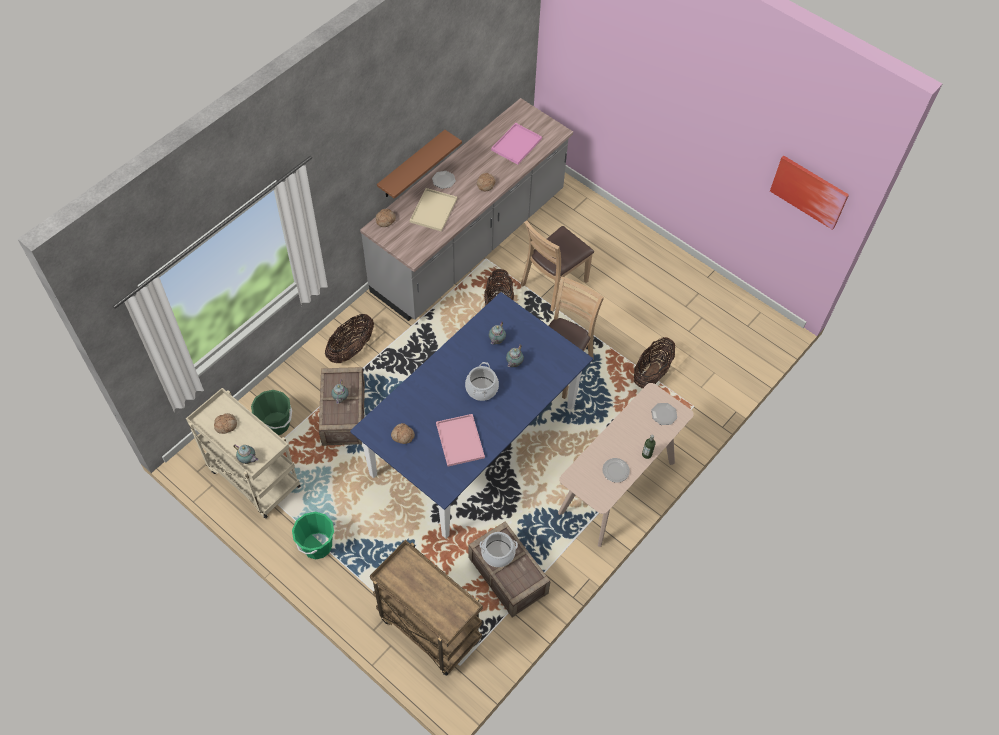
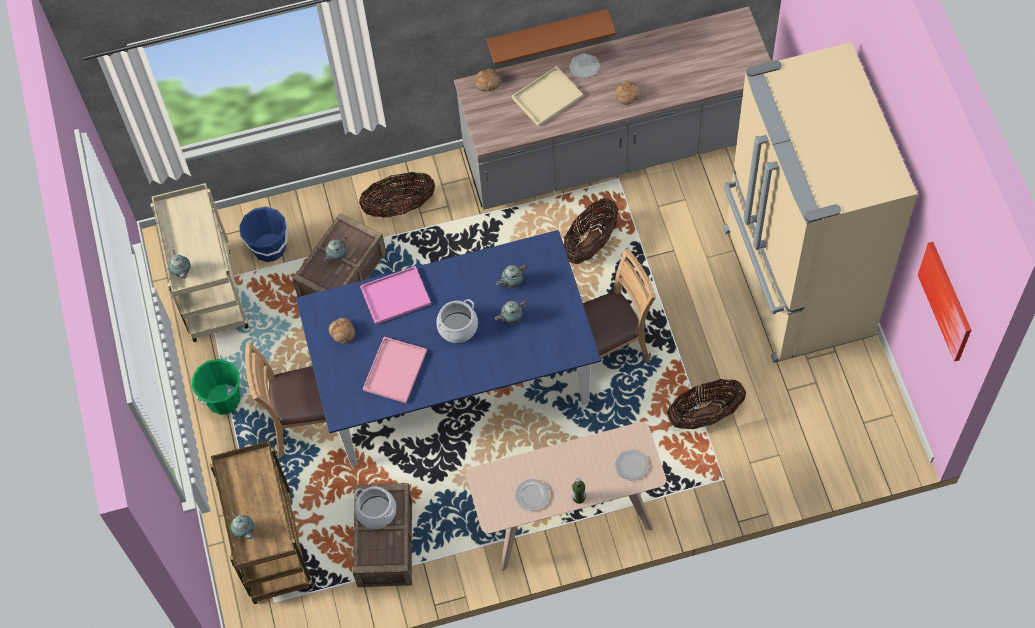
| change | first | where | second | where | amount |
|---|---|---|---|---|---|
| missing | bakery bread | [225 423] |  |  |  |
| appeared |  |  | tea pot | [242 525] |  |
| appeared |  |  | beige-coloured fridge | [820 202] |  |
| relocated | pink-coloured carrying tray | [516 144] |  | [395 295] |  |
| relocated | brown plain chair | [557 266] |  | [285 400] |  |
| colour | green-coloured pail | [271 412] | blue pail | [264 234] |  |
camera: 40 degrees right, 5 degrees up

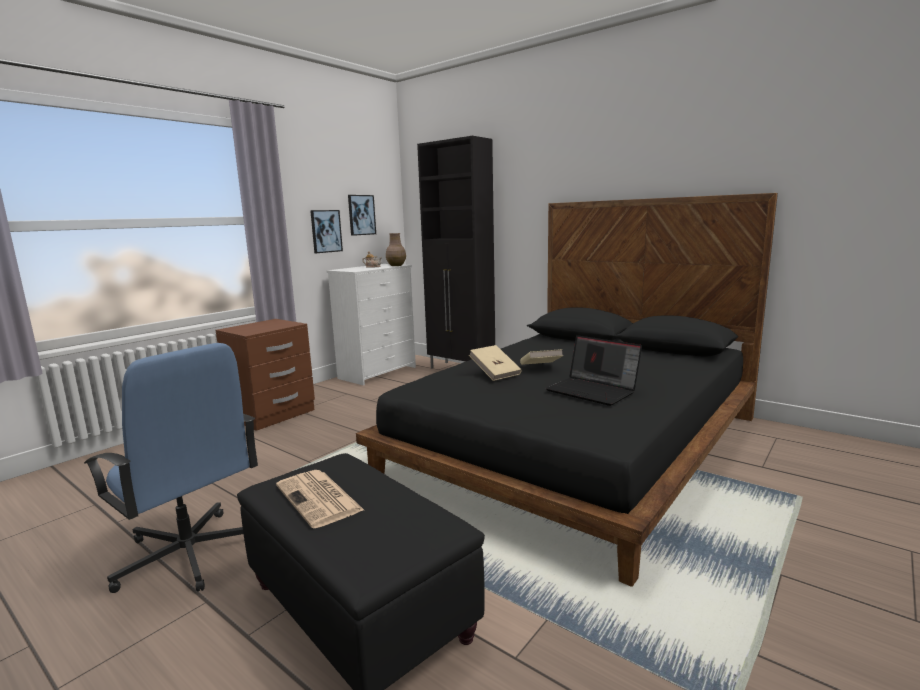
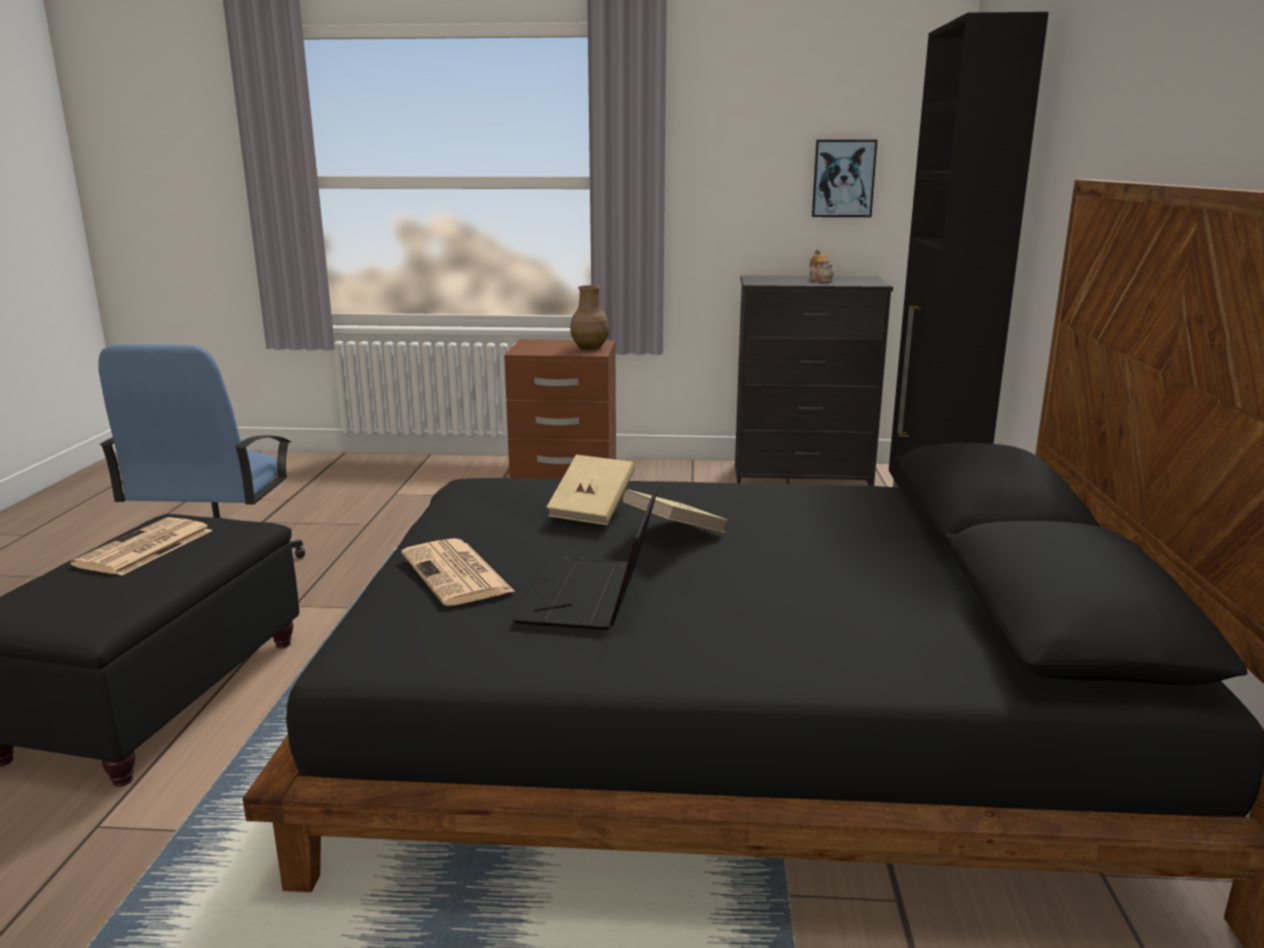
| change | first | where | second | where | amount |
|---|---|---|---|---|---|
| missing | wall art | [326 231] |  |  |  |
| appeared |  |  | daily paper | [458 572] |  |
| relocated | brown flower vase | [396 249] |  | [589 317] |  |
| colour | whitish dresser | [371 324] | black-coloured dresser | [814 380] |  |
camera: 55 degrees right, 5 degrees up

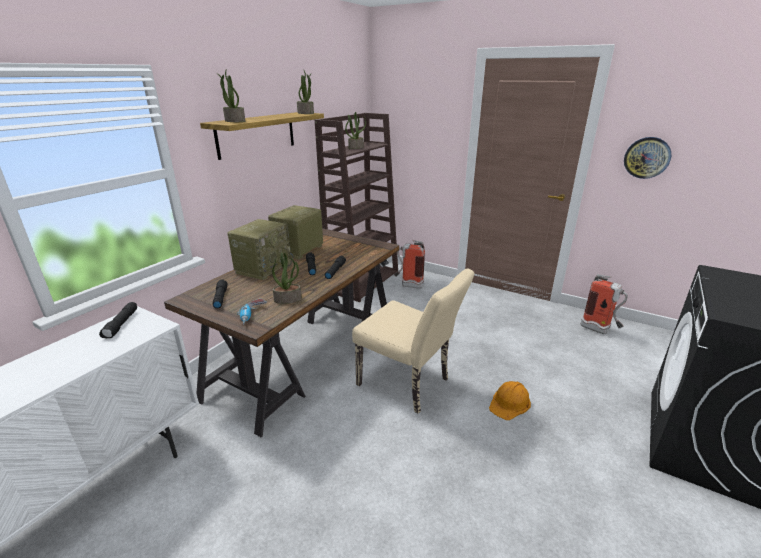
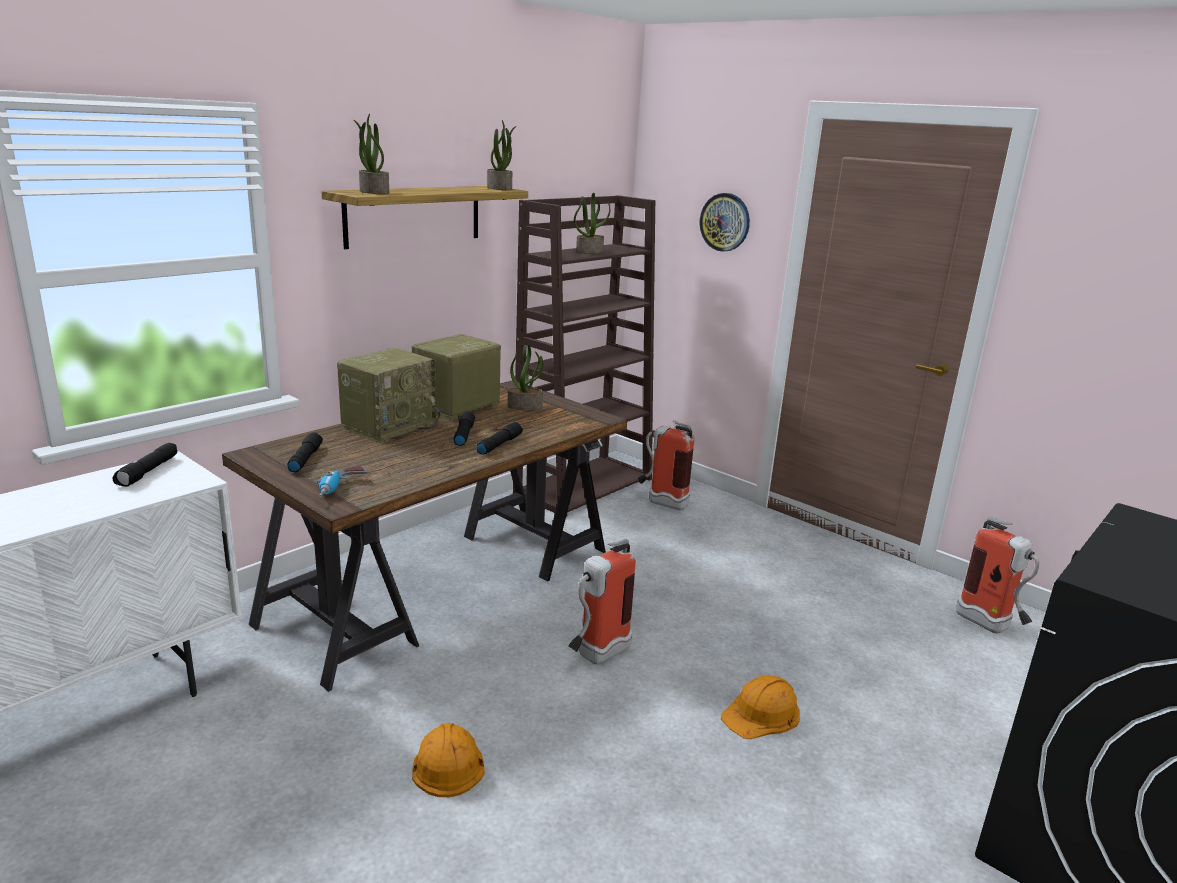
| change | first | where | second | where | amount |
|---|---|---|---|---|---|
| appeared |  |  | orangey work helmet | [448 760] |  |
| relocated | plant in a pot | [287 278] |  | [525 377] |  |
| relocated | hanging clock | [647 158] |  | [725 222] |  |
| exchanged | beige-coloured plain chair | [413 341] | fire extinguisher | [602 602] |  |
camera: 10 degrees right, 5 degrees down

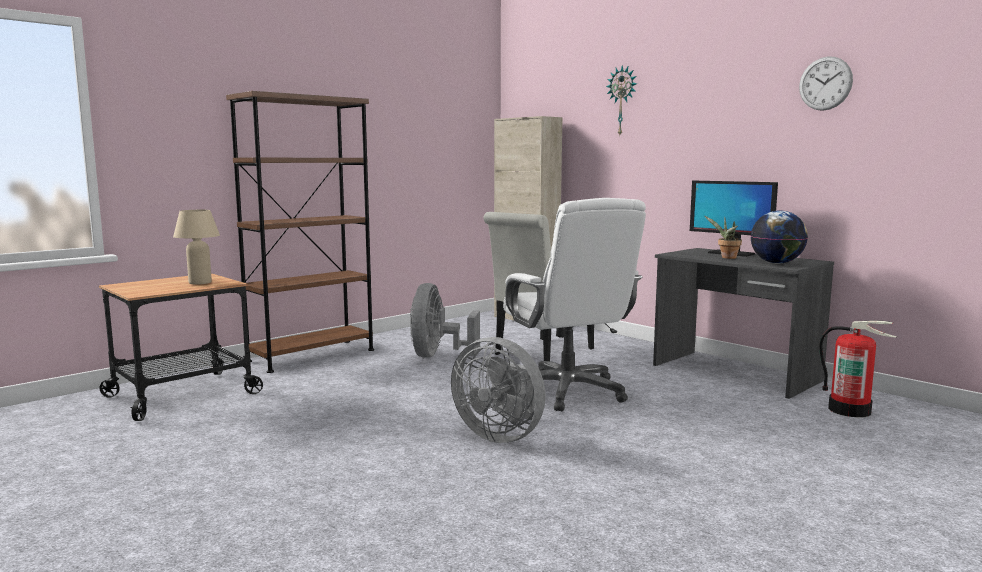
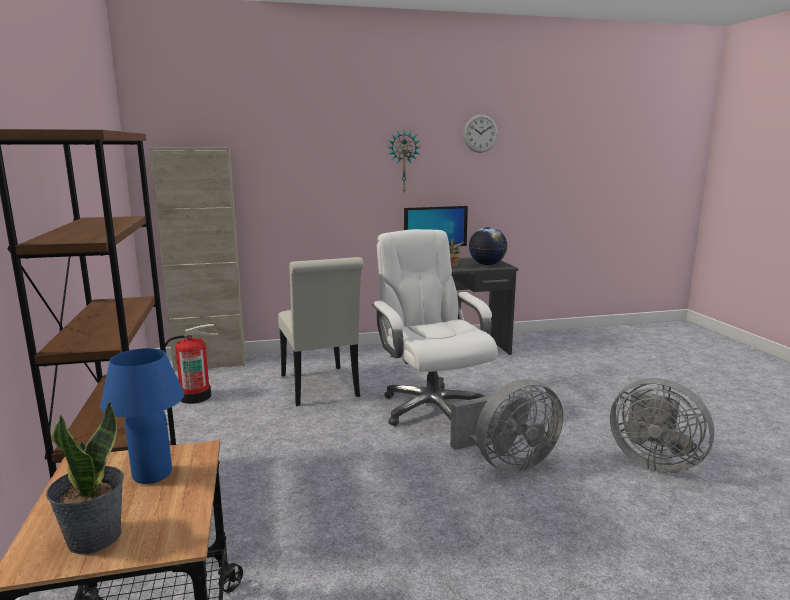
| change | first | where | second | where | amount |
|---|---|---|---|---|---|
| appeared |  |  | plant in a pot | [85 477] |  |
| relocated | grey cooling fan | [445 320] |  | [662 425] |  |
| relocated | hanging clock | [621 100] |  | [404 160] |  |
| relocated | fire extinguisher | [858 368] |  | [192 364] |  |
| colour | beige-coloured tabletop lamp | [196 247] | blue tabletop lamp | [142 416] |  |
| spun | whitish desk chair | [574 304] |  | [435 327] | 120 degrees counterclockwise |
camera: 60 degrees left, 5 degrees up

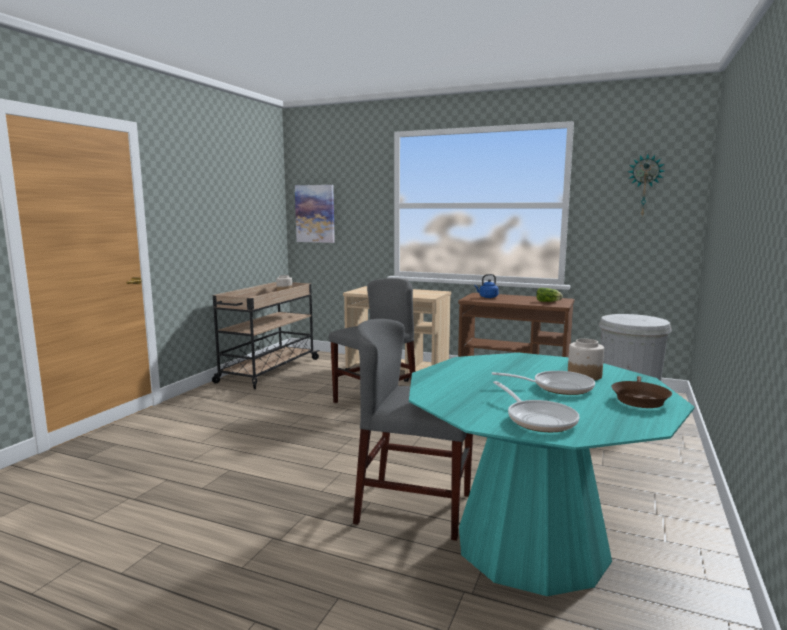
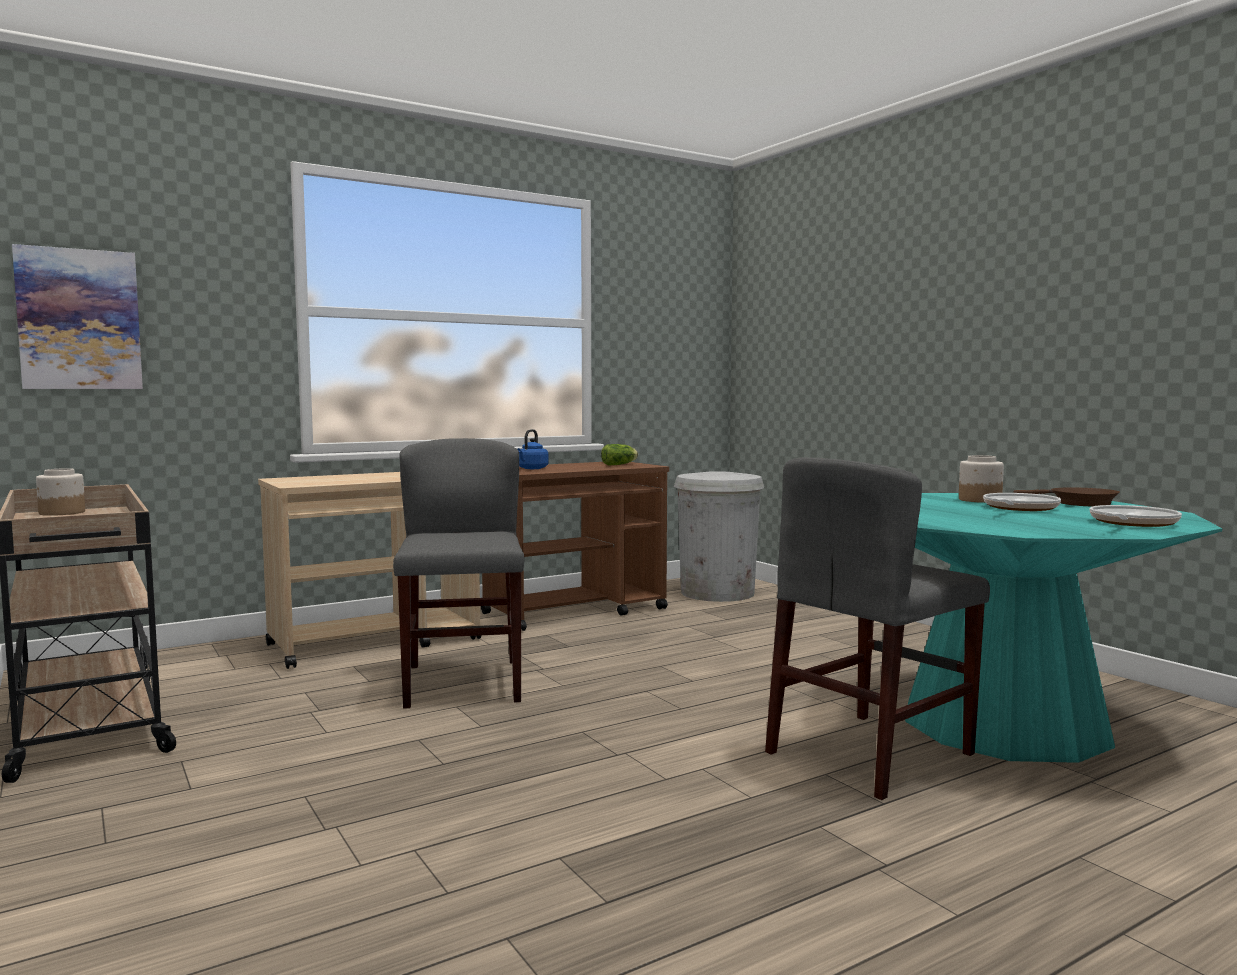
| change | first | where | second | where | amount |
|---|---|---|---|---|---|
| missing | hanging clock | [646 185] |  |  |  |
| spun | skillet | [536 406] |  | [1135 516] | 60 degrees counterclockwise |
camera: 55 degrees left, 5 degrees down

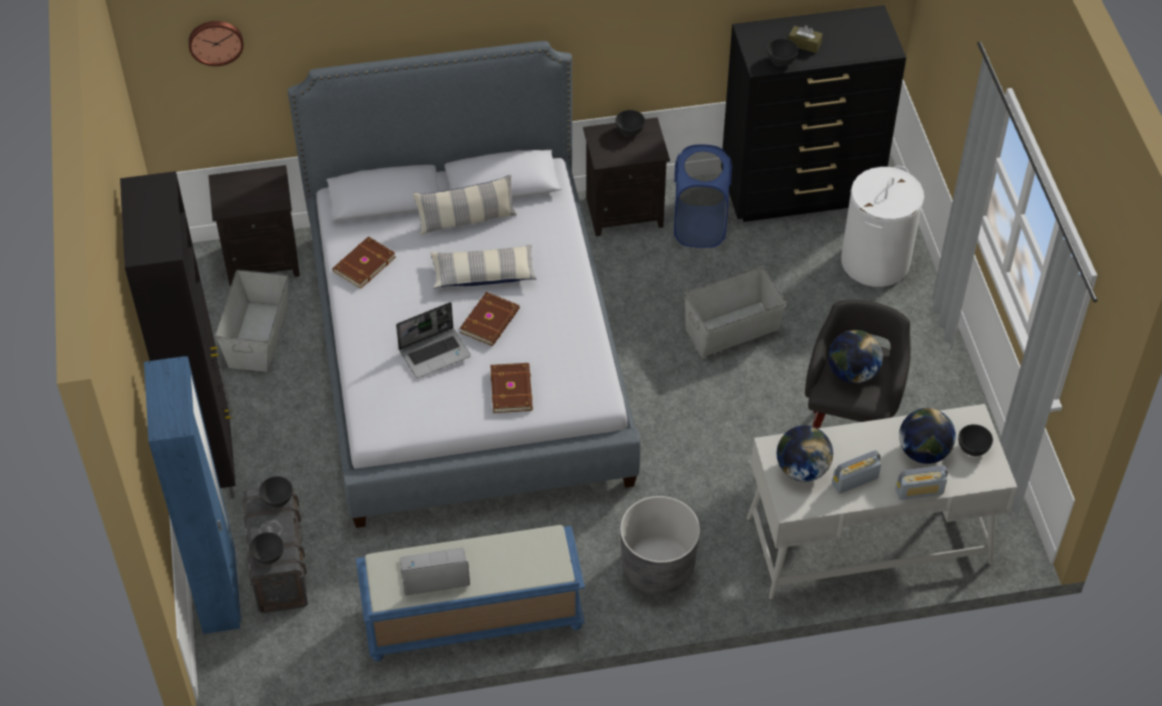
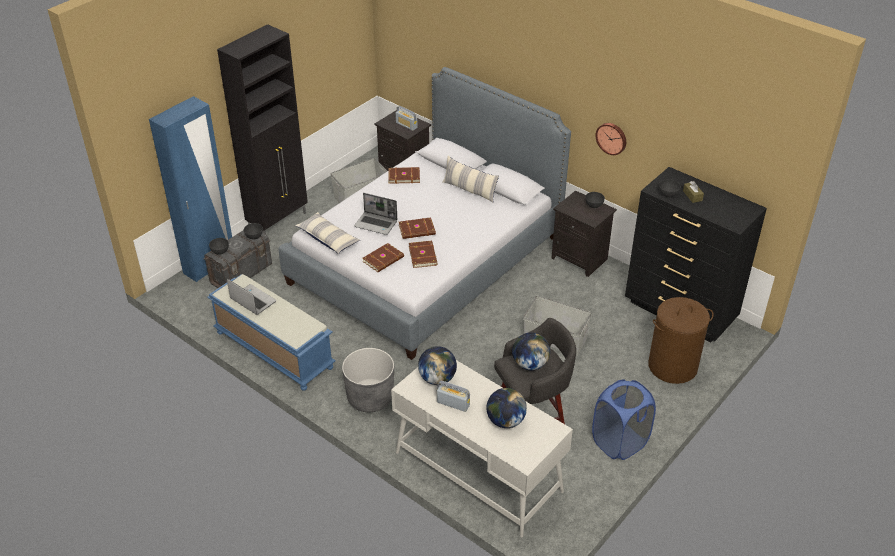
| change | first | where | second | where | amount |
|---|---|---|---|---|---|
| missing | grey deep dish | [975 440] |  |  |  |
| appeared |  |  | brown book | [423 254] |  |
| relocated | hanging clock | [216 43] |  | [610 139] |  |
| relocated | throw pillow | [483 266] |  | [327 233] |  |
| relocated | blue washing basket | [703 196] |  | [624 419] |  |
| relocated | radio set | [922 482] |  | [407 118] |  |
| colour | whitish washing basket | [882 226] | brown washing basket | [681 340] |  |
camera: 50 degrees right, 10 degrees down

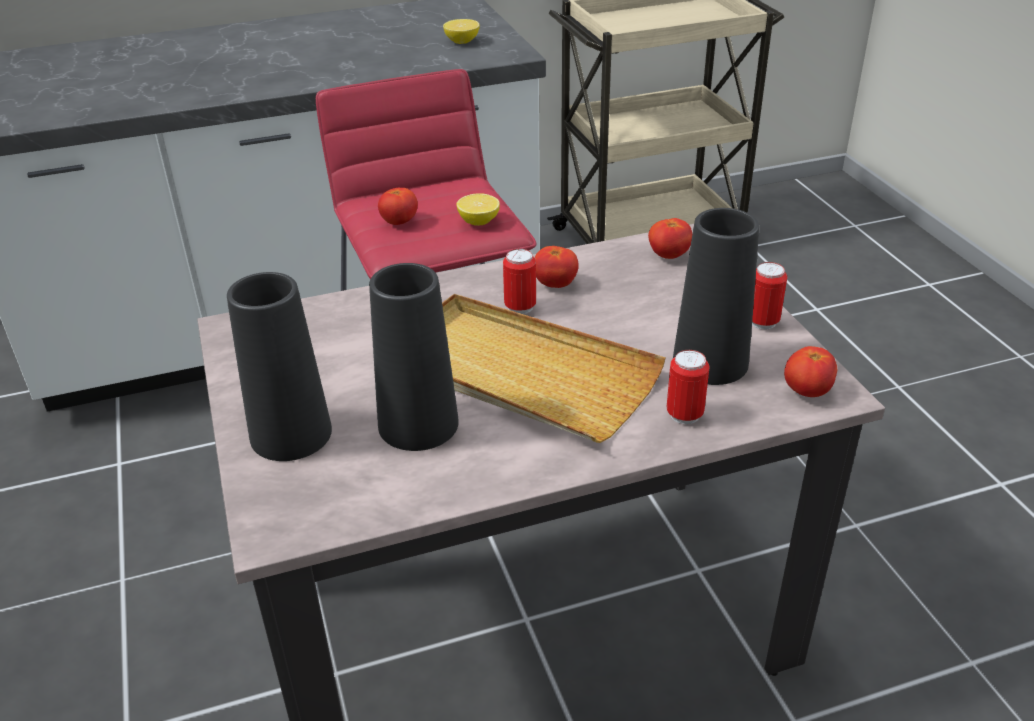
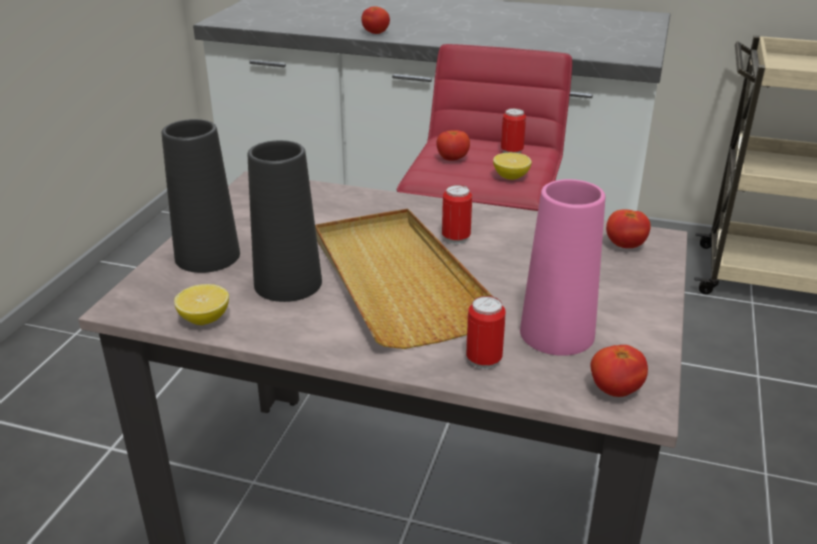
| change | first | where | second | where | amount |
|---|---|---|---|---|---|
| relocated | lemon | [461 31] |  | [201 304] |  |
| relocated | fresh tomato | [556 267] |  | [375 20] |  |
| relocated | metal can | [769 295] |  | [513 130] |  |
| colour | black-coloured flower vase | [716 296] | pink-coloured flower vase | [562 267] |  |
camera: 35 degrees right, 5 degrees down

